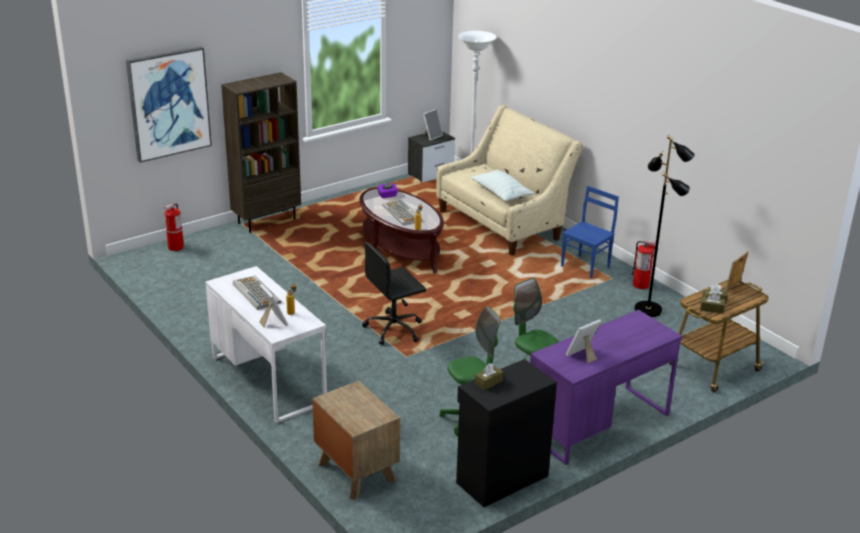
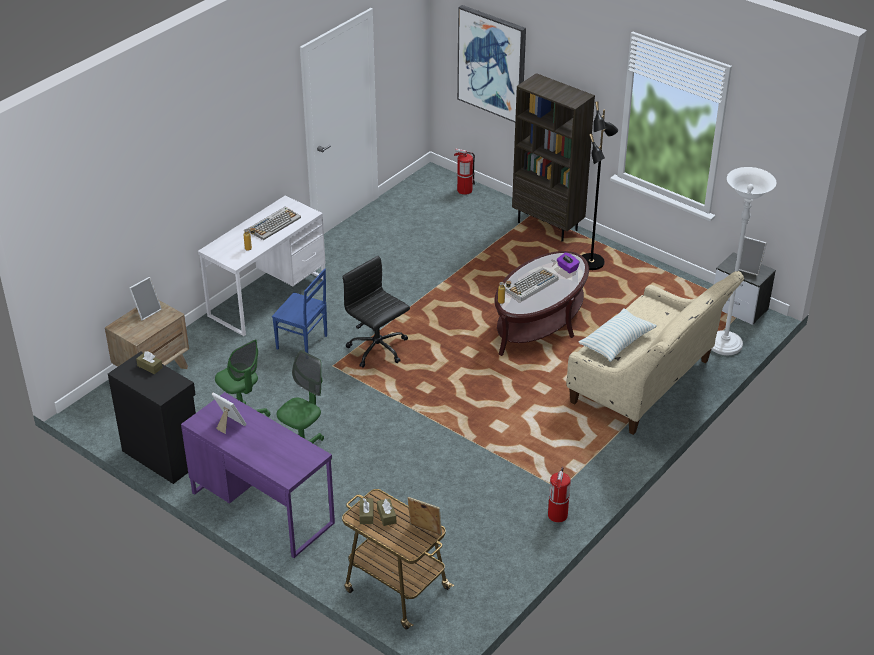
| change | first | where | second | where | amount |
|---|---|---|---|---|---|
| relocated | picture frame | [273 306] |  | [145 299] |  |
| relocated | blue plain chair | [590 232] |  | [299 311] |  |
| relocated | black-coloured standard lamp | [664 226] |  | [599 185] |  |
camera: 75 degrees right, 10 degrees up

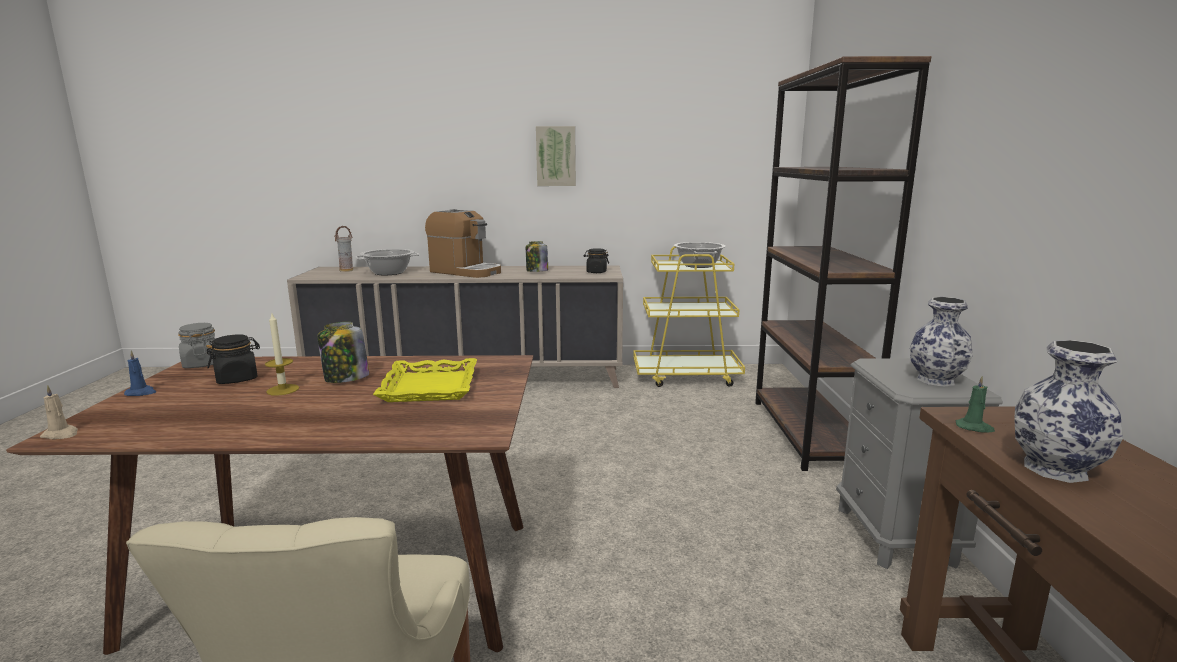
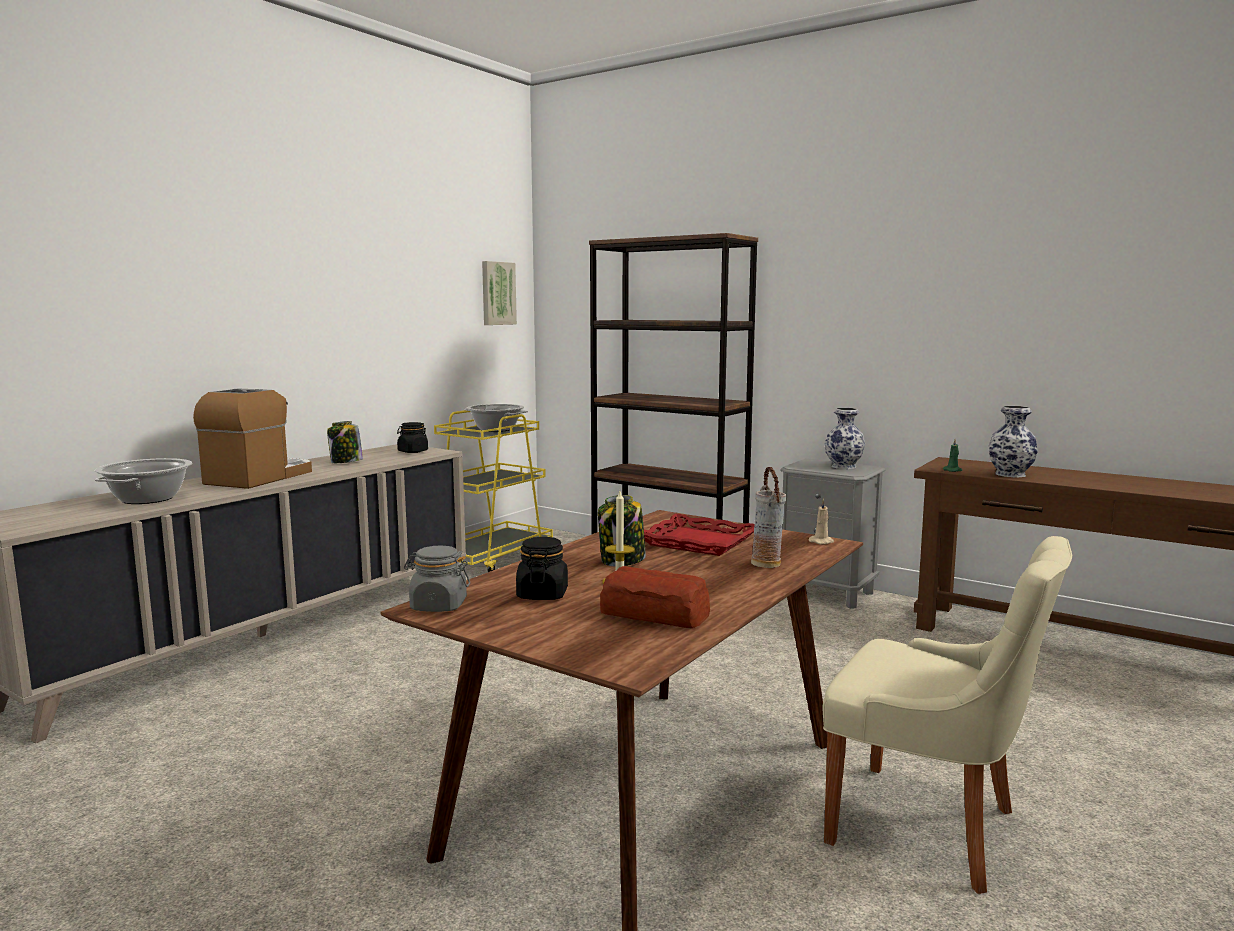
| change | first | where | second | where | amount |
|---|---|---|---|---|---|
| missing | blue wax light | [140 373] |  |  |  |
| appeared |  |  | bakery bread | [655 597] |  |
| relocated | beige-coloured wax light | [59 412] |  | [821 521] |  |
| relocated | flower vase | [343 249] |  | [768 517] |  |
| relocated | wall art | [556 156] |  | [499 293] |  |
| colour | yellow carrying tray | [425 380] | red-coloured carrying tray | [699 535] |  |
| spun | coffee machine | [463 243] |  | [252 438] | 45 degrees counterclockwise |
camera: 55 degrees left, 5 degrees down

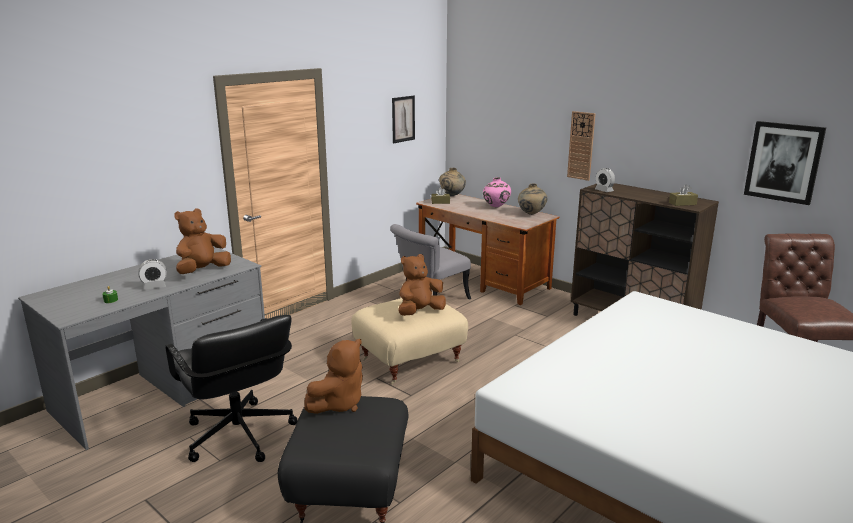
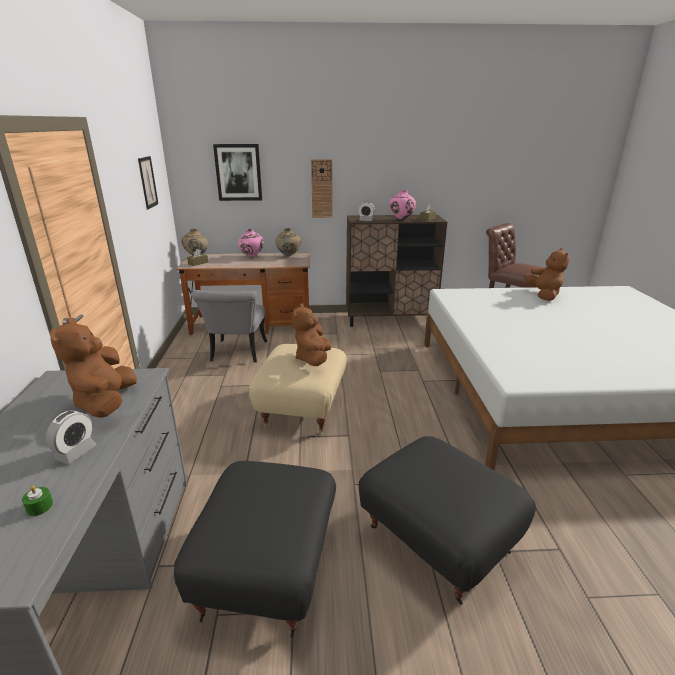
| change | first | where | second | where | amount |
|---|---|---|---|---|---|
| appeared |  |  | pink-coloured flower vase | [402 205] |  |
| relocated | brown soft toy | [334 376] |  | [547 274] |  |
| relocated | wall art | [785 163] |  | [237 172] |  |
| exchanged | black-coloured desk chair | [231 388] | black-coloured ottoman | [255 549] |  |
camera: 45 degrees left, 5 degrees up

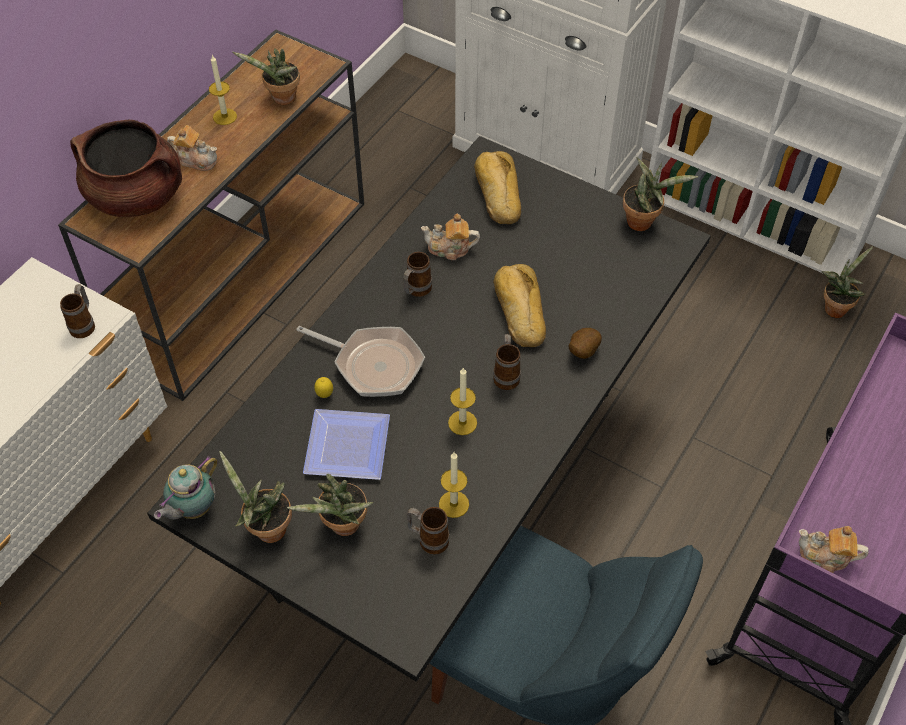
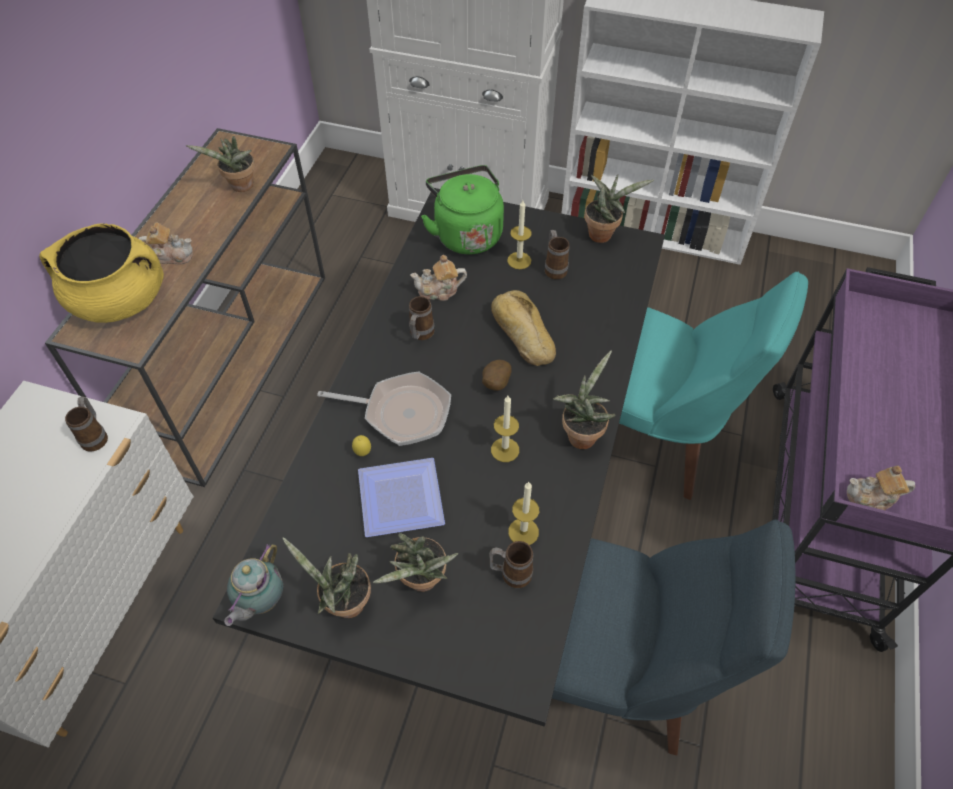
| change | first | where | second | where | amount |
|---|---|---|---|---|---|
| appeared |  |  | turquoise plain chair | [713 386] |  |
| relocated | wax light | [223 90] |  | [519 234] |  |
| relocated | coffee mug | [507 362] |  | [557 254] |  |
| relocated | potato | [585 343] |  | [497 375] |  |
| relocated | plant in a pot | [847 282] |  | [584 399] |  |
| exchanged | bakery bread | [497 187] | green-coloured tea kettle | [462 210] |  |
| colour | brown saucepot | [126 168] | yellow saucepot | [101 273] |  |
camera: 15 degrees left, 0 degrees up

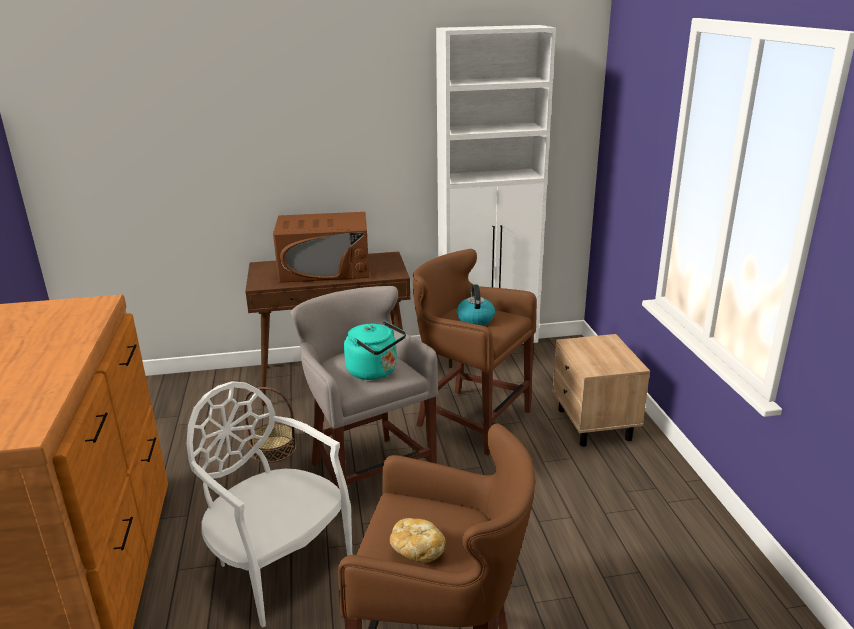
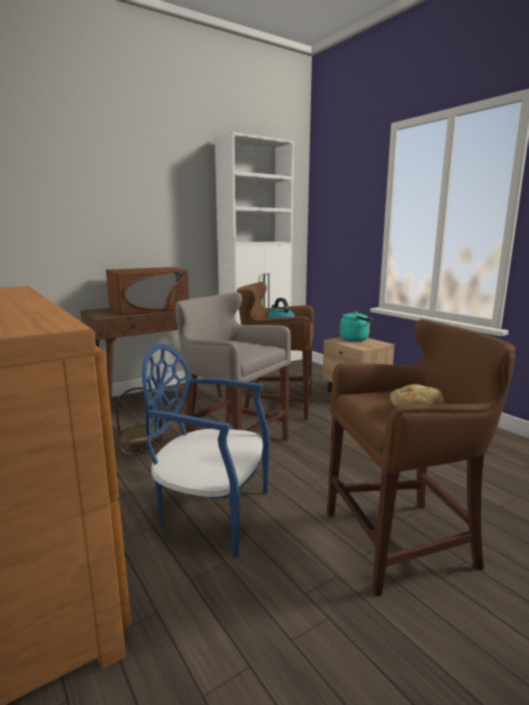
| change | first | where | second | where | amount |
|---|---|---|---|---|---|
| relocated | turquoise tea kettle | [375 350] |  | [356 326] |  |
| colour | whitish plain chair | [269 504] | blue plain chair | [206 450] |  |
camera: 25 degrees left, 10 degrees down

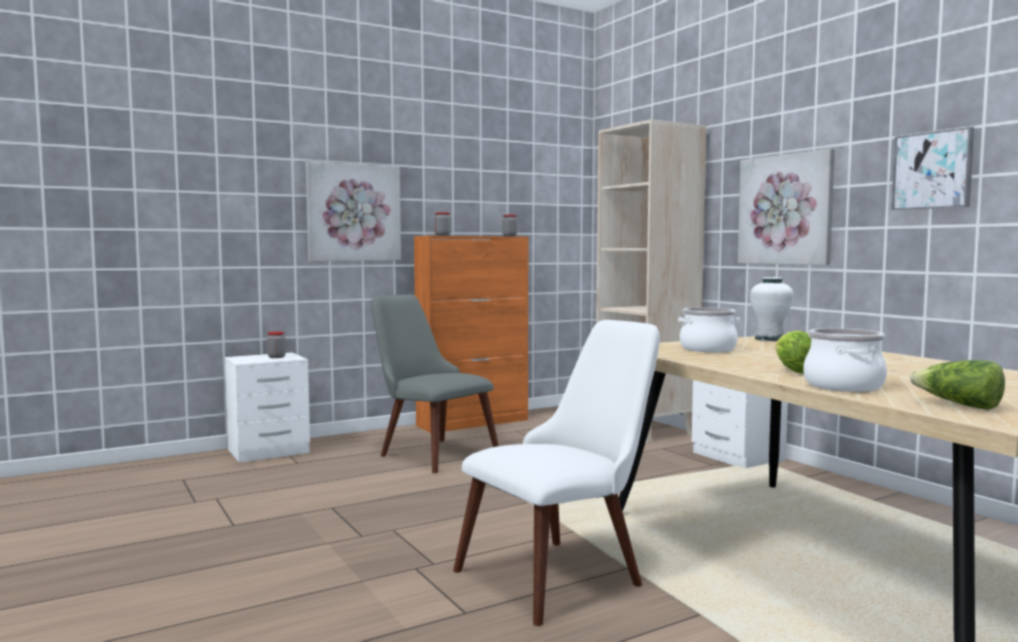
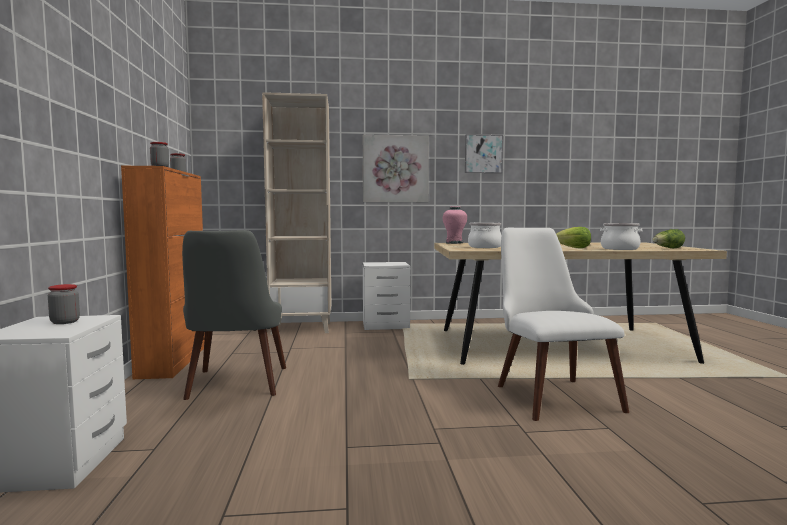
| change | first | where | second | where | amount |
|---|---|---|---|---|---|
| missing | wall art | [353 211] |  |  |  |
| colour | whitish flower vase | [772 309] | pink-coloured flower vase | [455 225] |  |
| spun | grey plain chair | [435 383] |  | [234 315] | 75 degrees counterclockwise |
camera: 65 degrees left, 0 degrees up

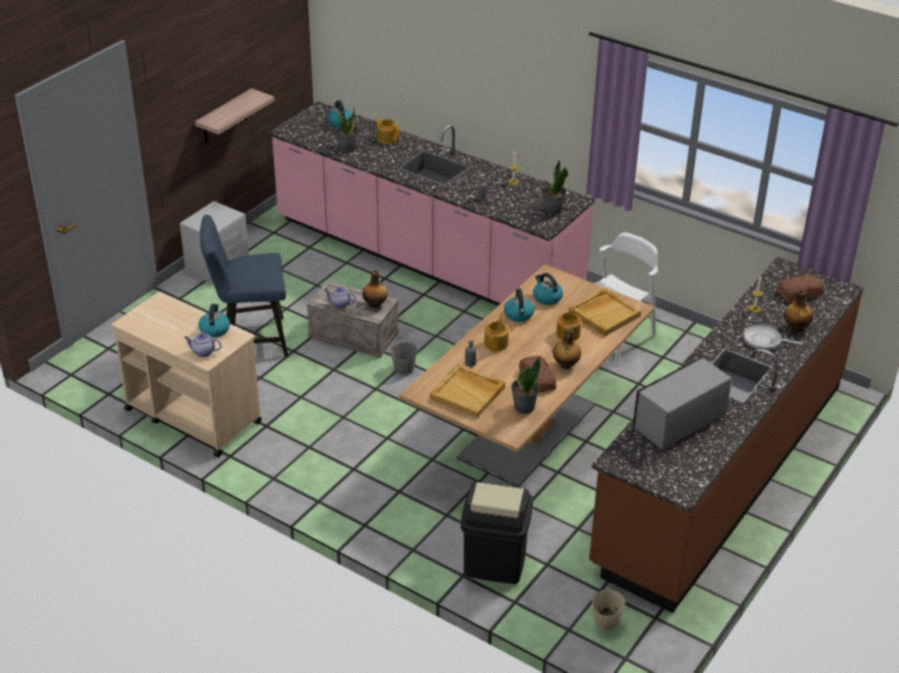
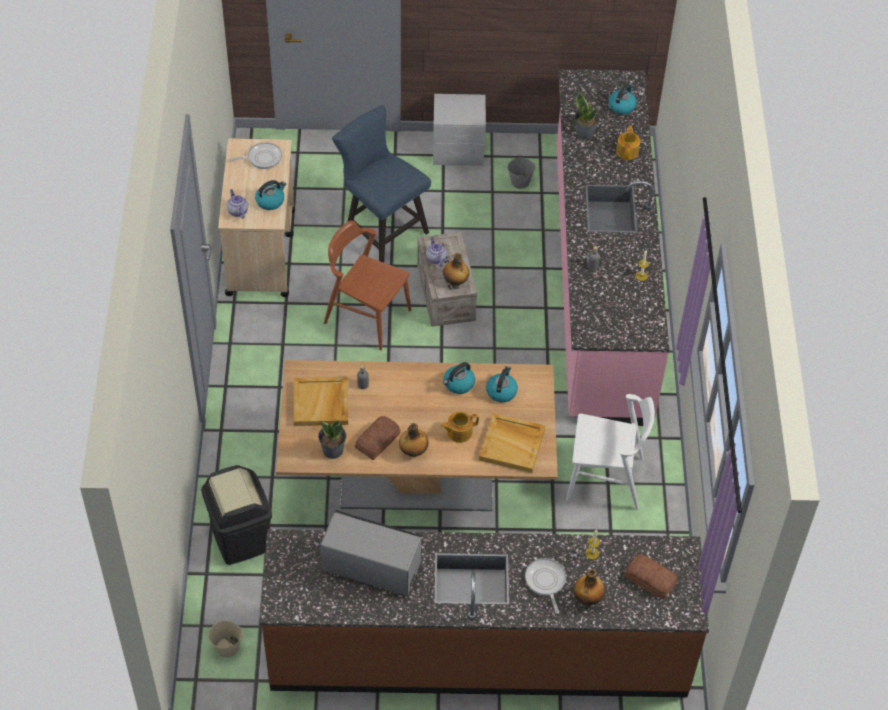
| change | first | where | second | where | amount |
|---|---|---|---|---|---|
| missing | shelf | [234 116] |  |  |  |
| missing | tea pot | [496 333] |  |  |  |
| missing | plant in a pot | [555 187] |  |  |  |
| appeared |  |  | skillet | [255 155] |  |
| appeared |  |  | brown plain chair | [367 286] |  |
| relocated | grey pail | [404 356] |  | [521 171] |  |
camera: 55 degrees right, 15 degrees up

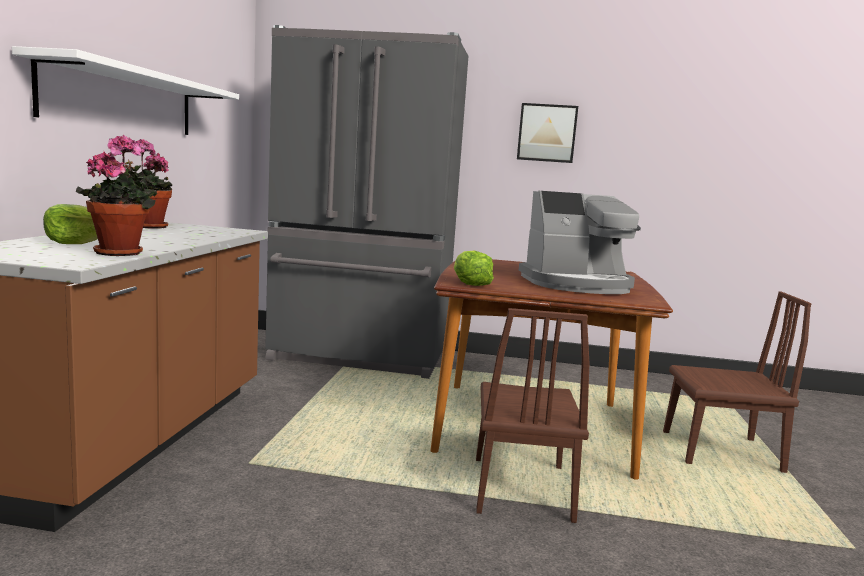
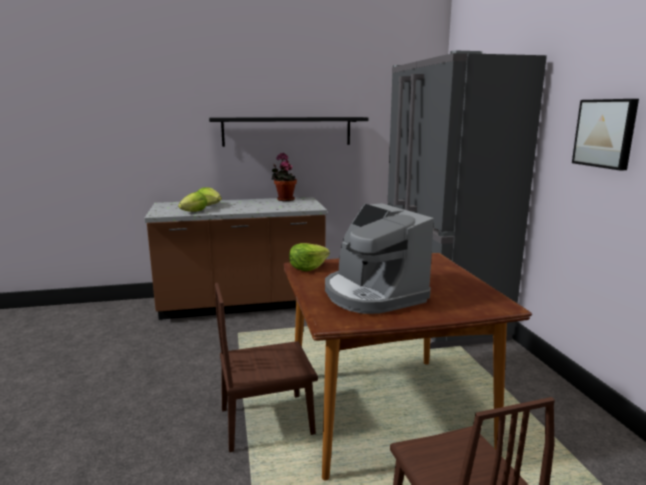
| change | first | where | second | where | amount |
|---|---|---|---|---|---|
| exchanged | plant in a pot | [116 195] | lettuce | [192 202] |  |
| colour | whitish shelf | [125 90] | black-coloured shelf | [288 132] |  |
camera: 70 degrees right, 5 degrees up

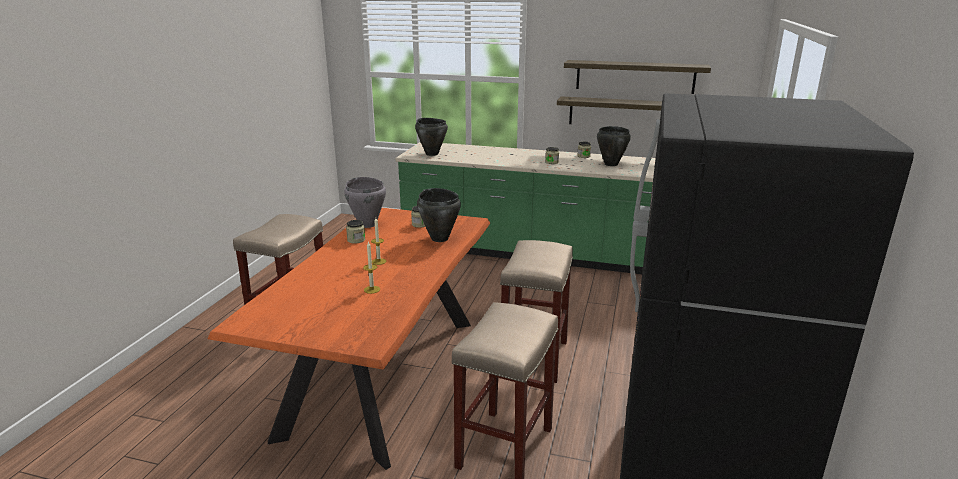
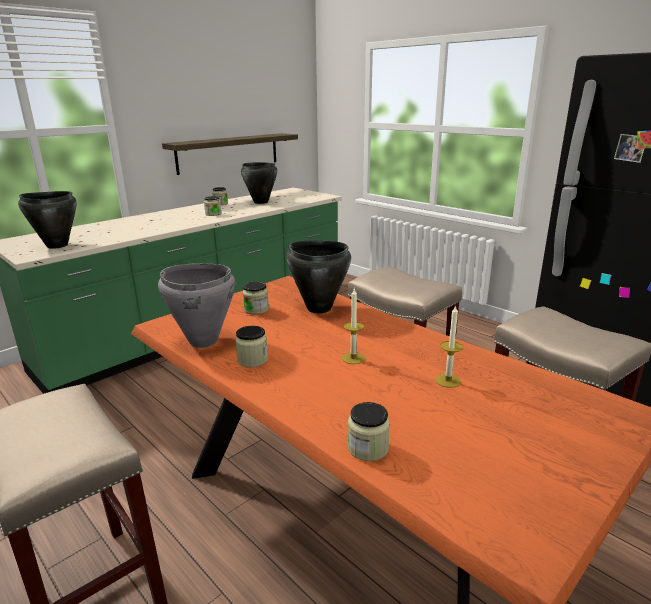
| change | first | where | second | where | amount |
|---|---|---|---|---|---|
| missing | shelf | [637 77] |  |  |  |
| appeared |  |  | jar | [369 431] |  |
camera: 60 degrees left, 0 degrees up

